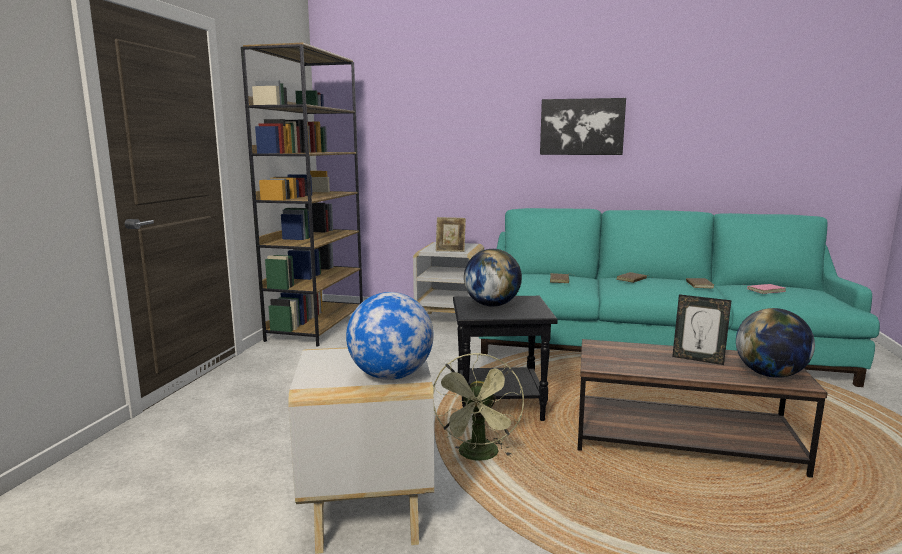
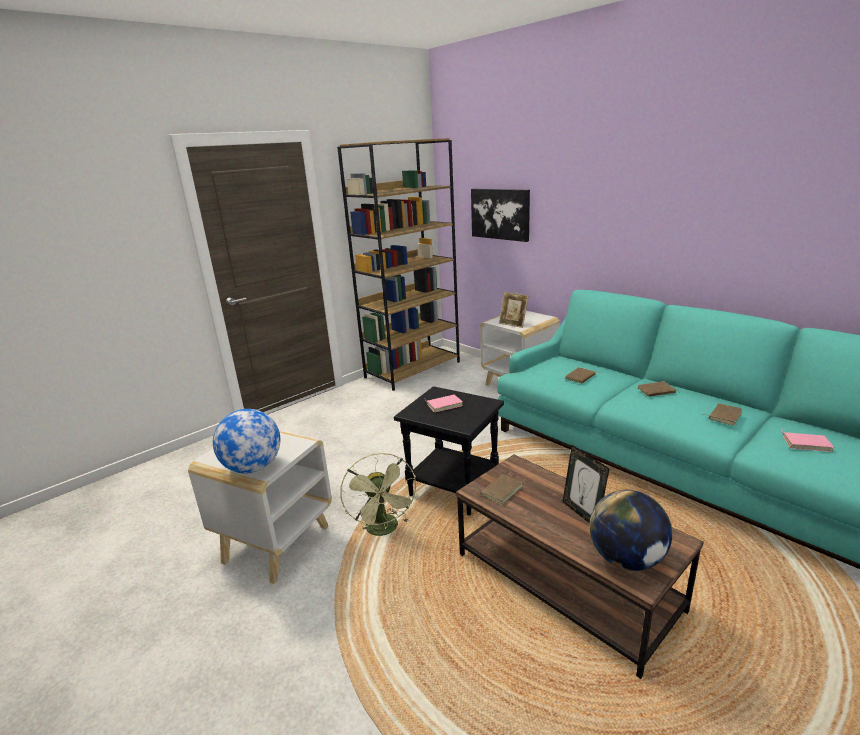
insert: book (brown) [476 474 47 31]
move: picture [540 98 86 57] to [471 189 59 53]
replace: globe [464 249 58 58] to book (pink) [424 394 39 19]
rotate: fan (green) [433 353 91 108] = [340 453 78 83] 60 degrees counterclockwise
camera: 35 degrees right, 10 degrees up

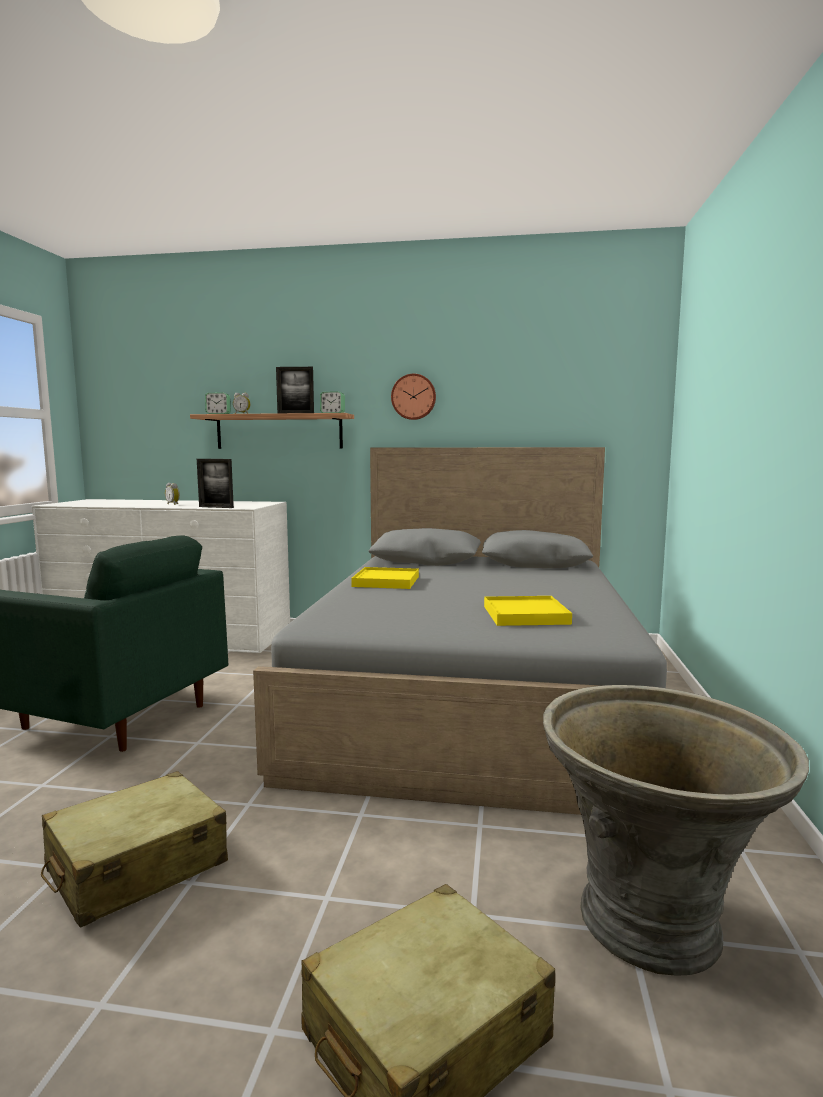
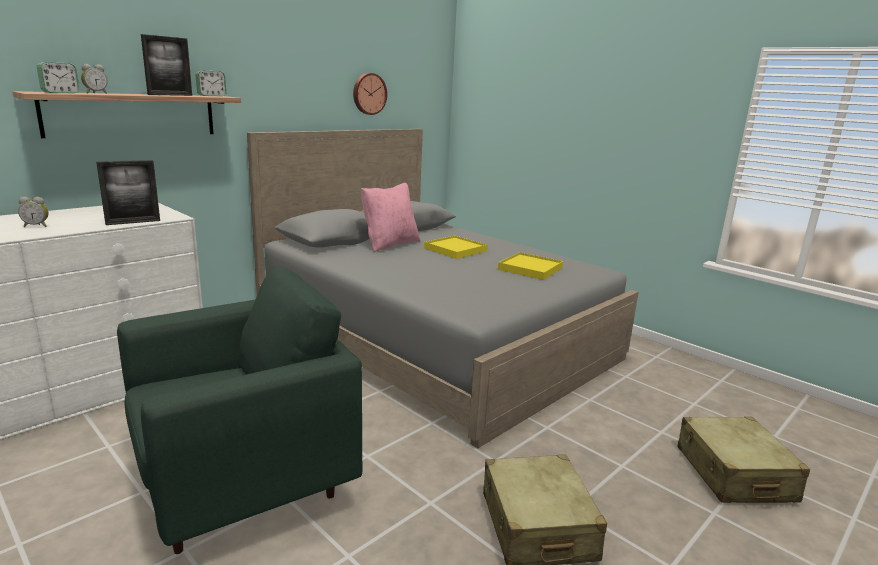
delete: planter (grey) [543 685 266 291]
insert: pillow (pink) [361 183 59 69]
move: wall clock [391 374 45 46] to [353 73 34 42]; tray (yellow) [351 567 68 22] to [424 236 63 23]
camera: 55 degrees left, 10 degrees up

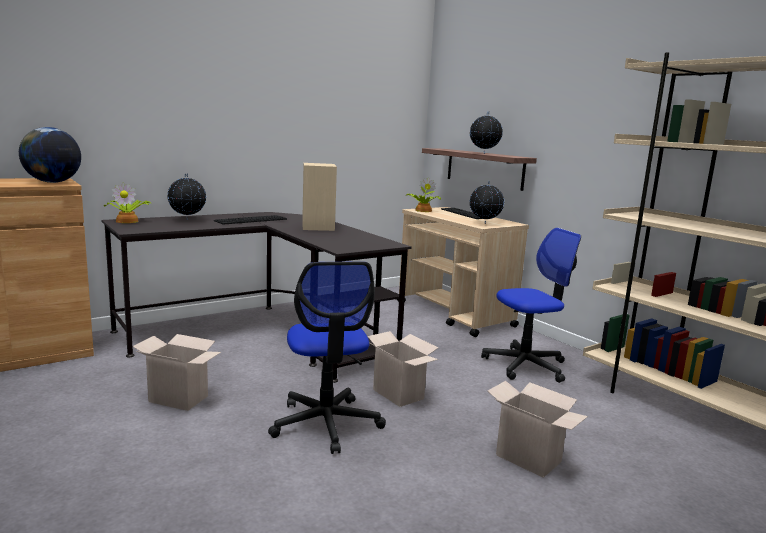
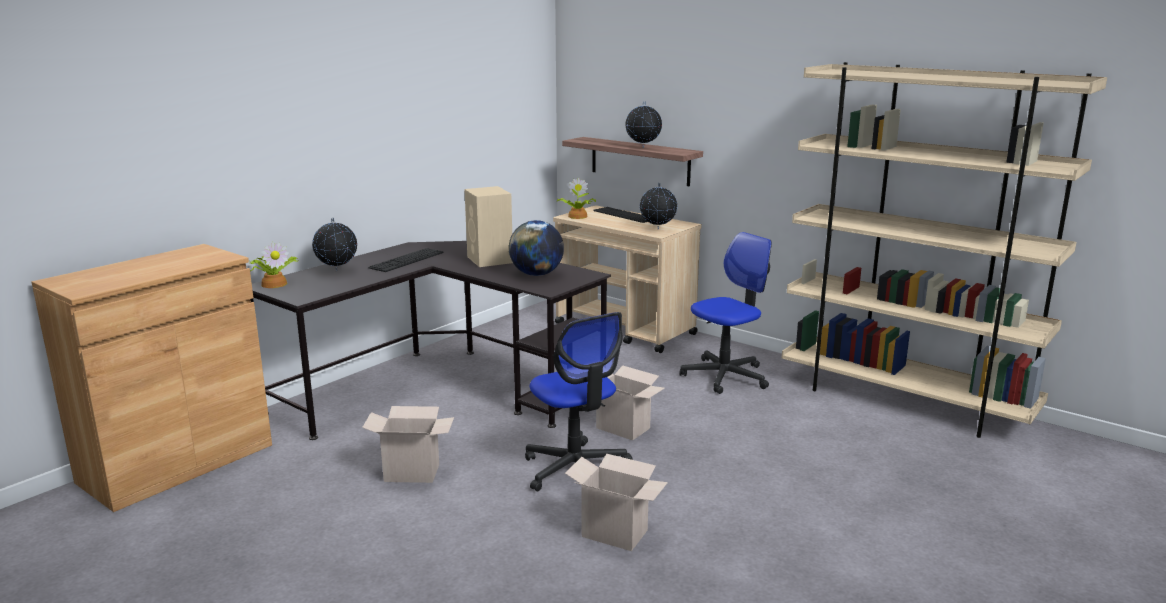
move: globe [19 127 62 56] to [509 220 55 56]; cardboard box [488 381 100 97] to [565 454 103 97]
camera: 15 degrees left, 5 degrees up

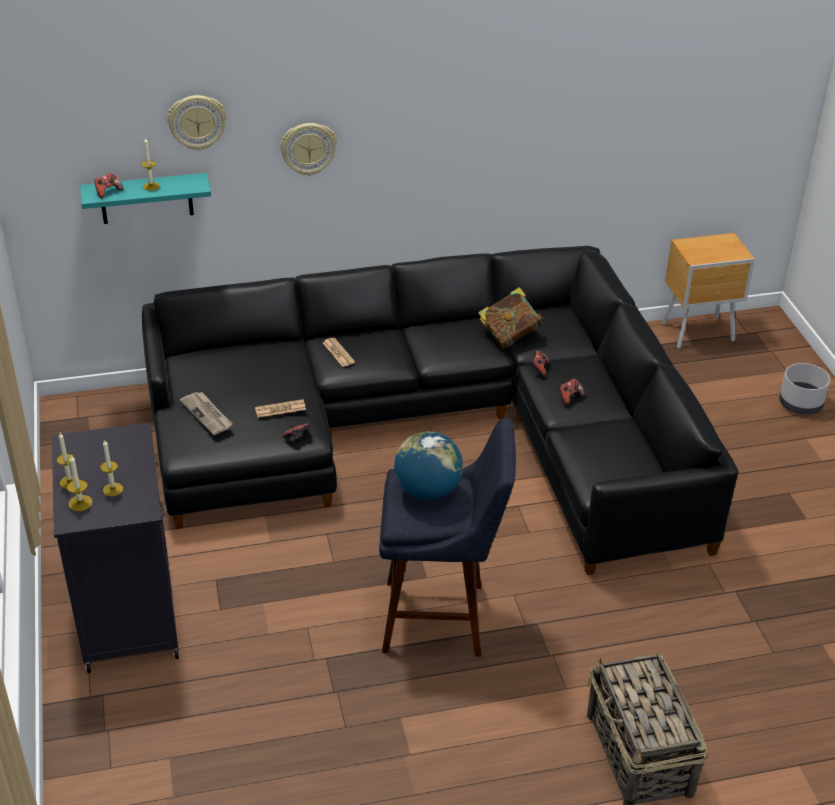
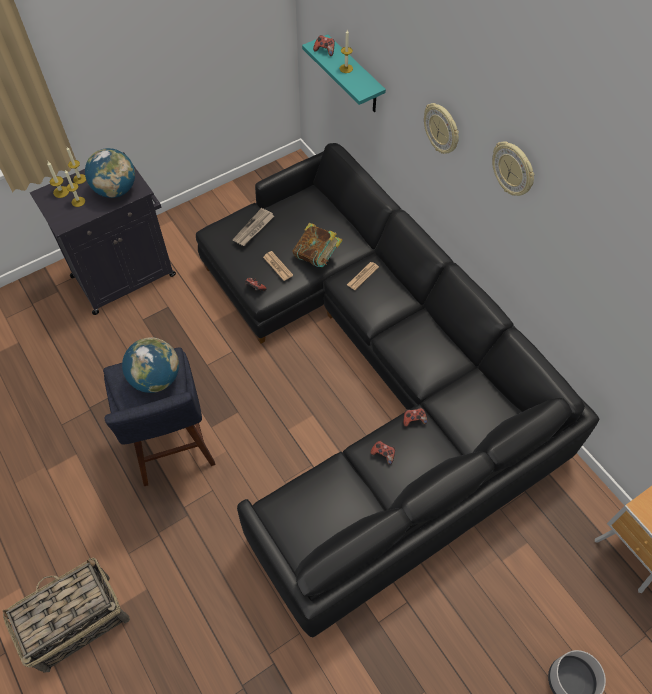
insert: globe [85 148 50 50]
move: book [478 287 65 62] to [292 223 51 44]; wall clock [167 95 60 56] to [492 141 43 55]
camera: 70 degrees right, 20 degrees up

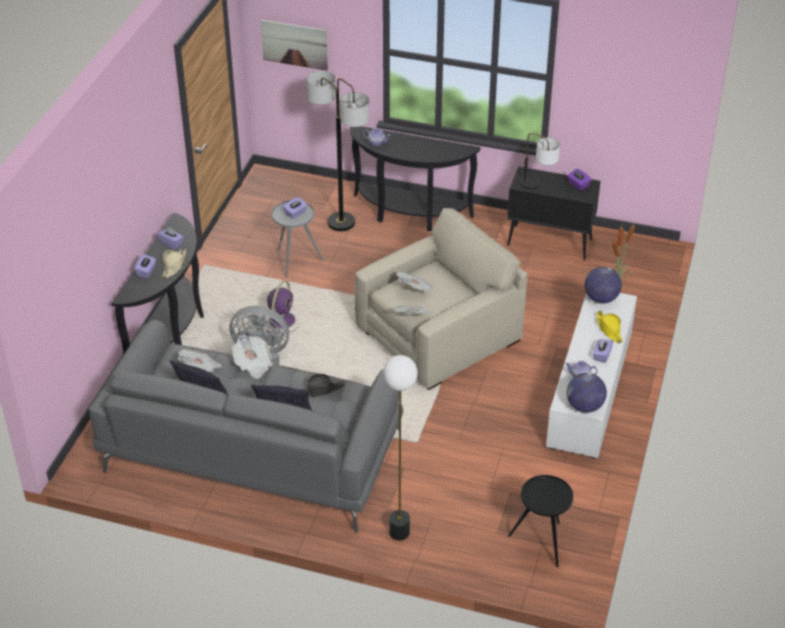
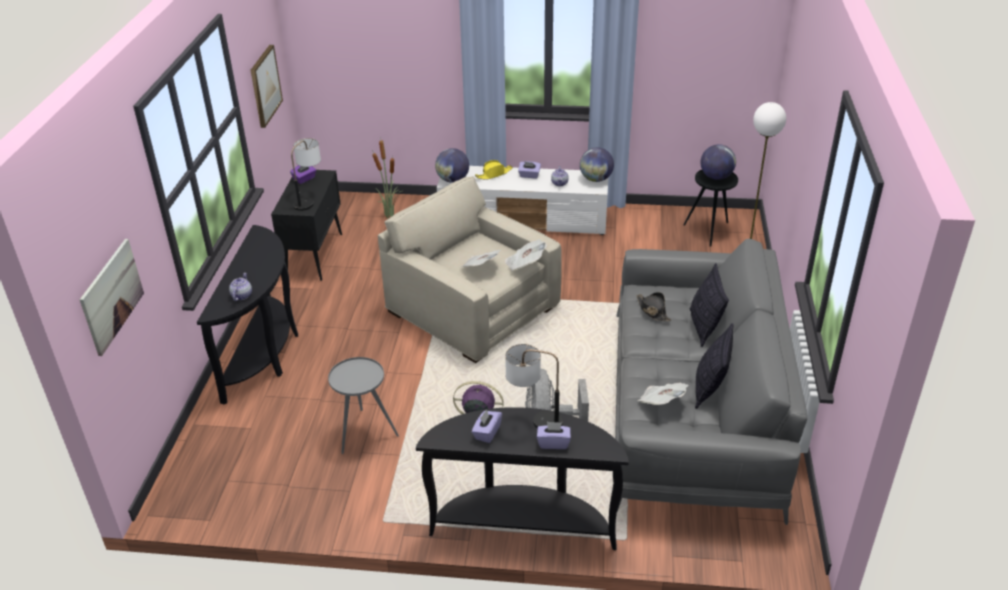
delete: newspaper [232 335 41 44]; tissue box (purple) [283 197 25 22]; floor lamp [306 70 64 161]
insert: picture [251 45 32 83]; globe [701 144 35 36]
replace: hat (beige) [161 248 25 31] to table lamp [505 344 58 85]
camera: 100 degrees left, 5 degrees down

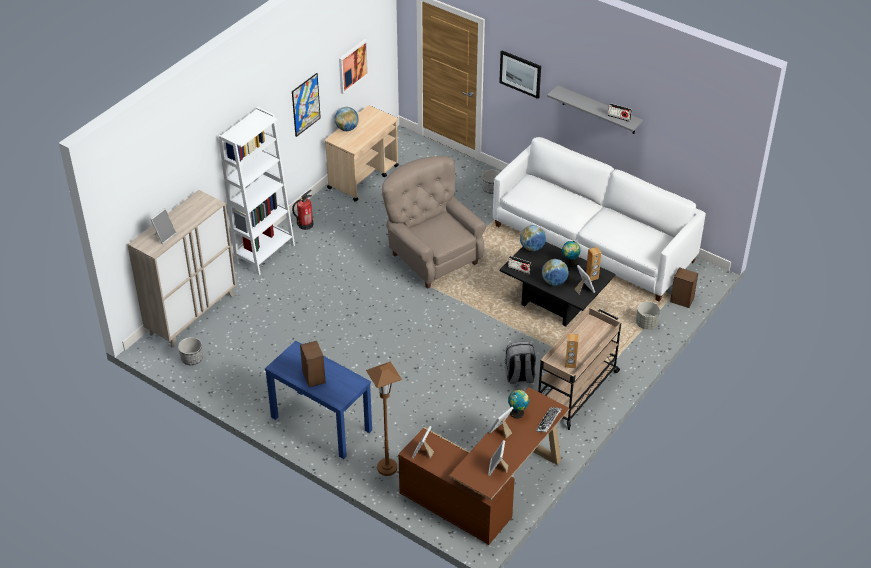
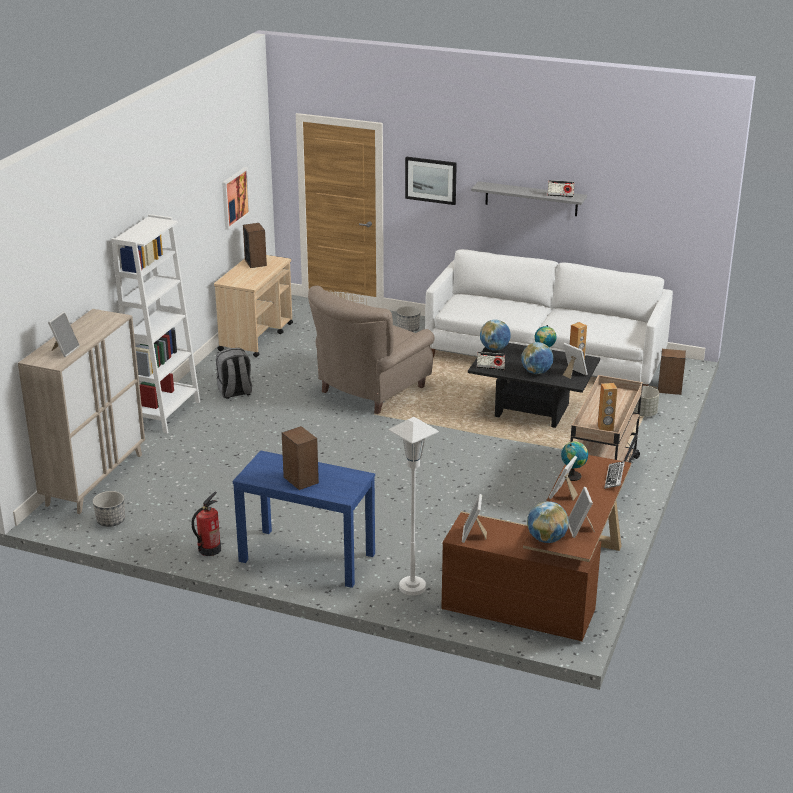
delete: picture [292 73 29 64]
insert: speaker [243 223 24 45]
move: fire extinguisher [292 190 21 40] to [191 491 30 65]; backpack (grey) [505 342 31 42] to [216 348 36 51]; globe [335 107 24 24] to [527 501 42 42]
recolor: floor lamp (brown) [366 361 36 115] to floor lamp (white) [389 417 50 178]
rotate: armchair (beige) [382 156 104 133] = [308 286 127 128] 90 degrees counterclockwise
camera: 15 degrees left, 15 degrees down

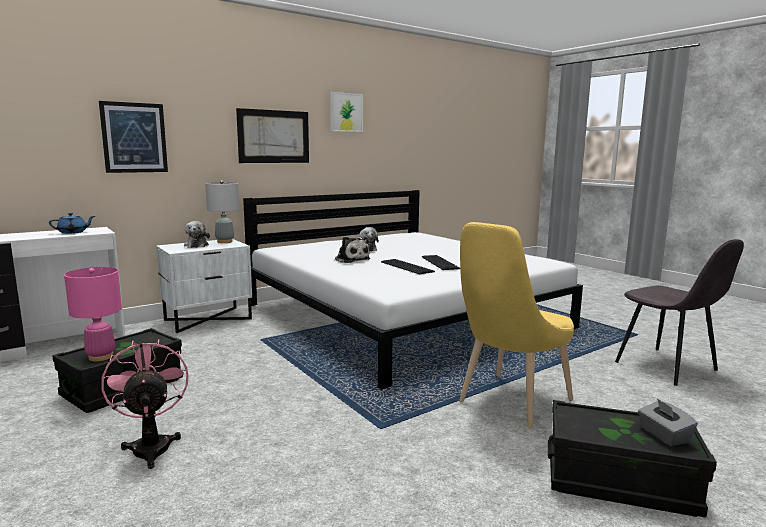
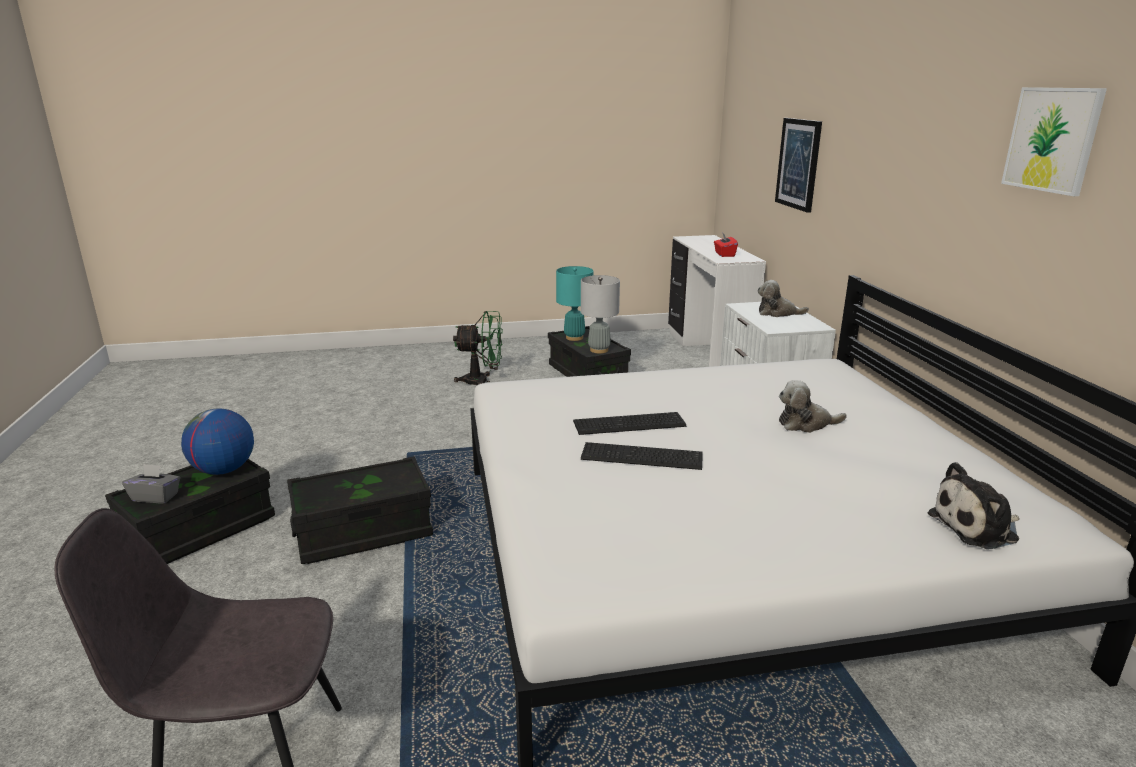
delete: picture [236 108 73 55]
insert: globe [181 408 73 67]
move: table lamp (grey) [205 180 34 63] to [581 275 39 78]; plush toy [335 237 35 26] to [928 462 92 87]
replace: chair (yellow) [459 222 115 207] to storage box (black) [287 456 146 108]; teapot (blue) [49 213 46 21] to tissue box (red) [714 232 24 25]
recolor: fan (pink) [101 339 87 130] to fan (green) [453 311 50 74]; table lamp (pink) [64 267 58 94] to table lamp (turquoise) [556 266 37 75]
camera: 115 degrees right, 10 degrees up

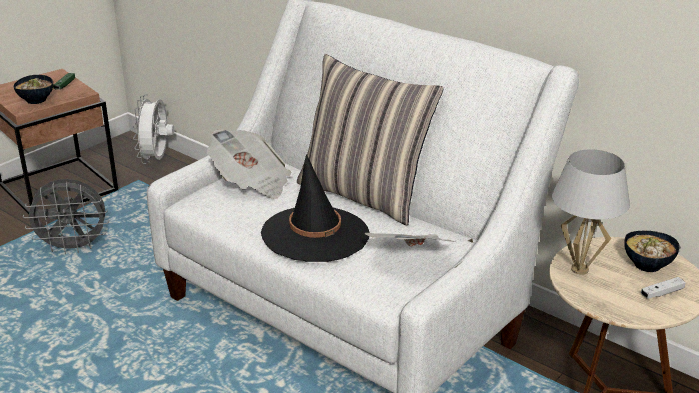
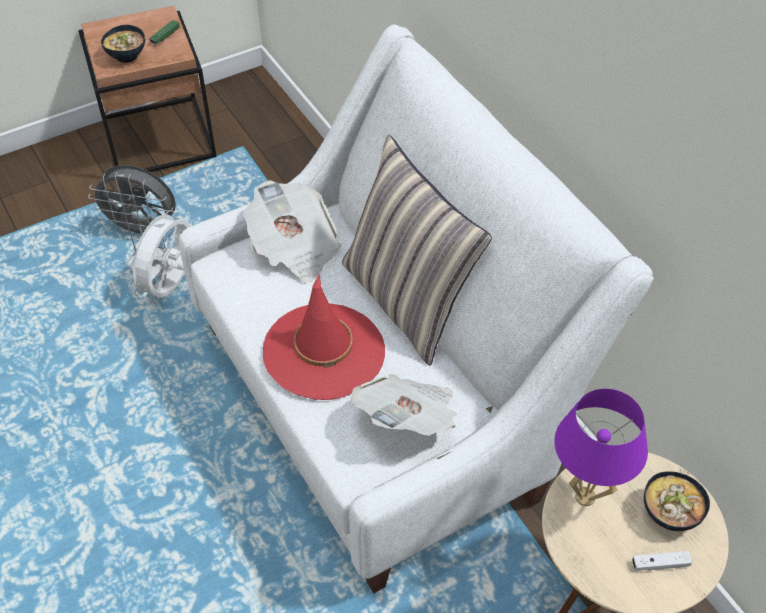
move: fan (white) [133 94 41 70] to [125 209 65 89]
recolor: hat (black) [261 154 109 108] to hat (red) [263 273 122 127]; table lamp (white) [552 149 78 126] to table lamp (purple) [555 389 93 117]
camera: 20 degrees right, 20 degrees up

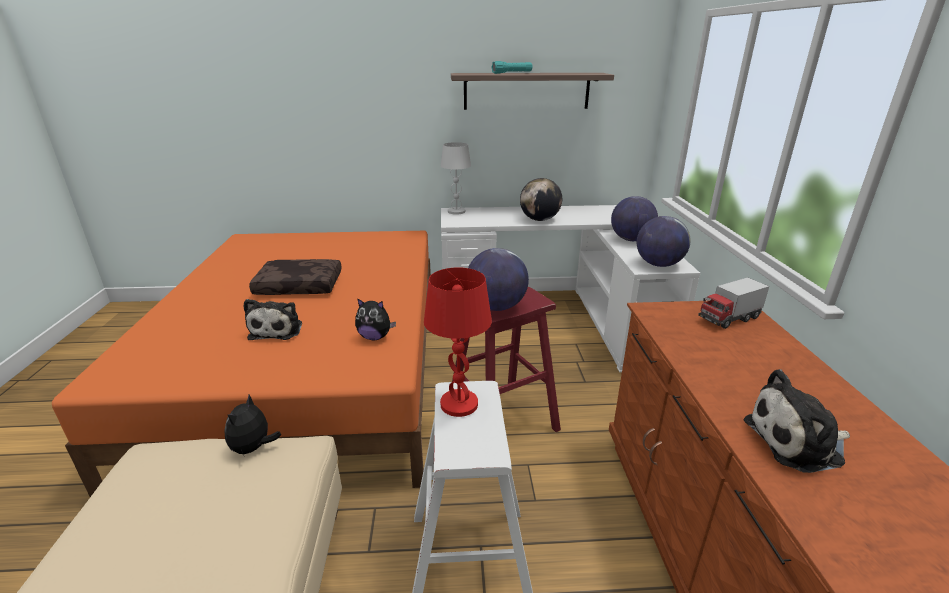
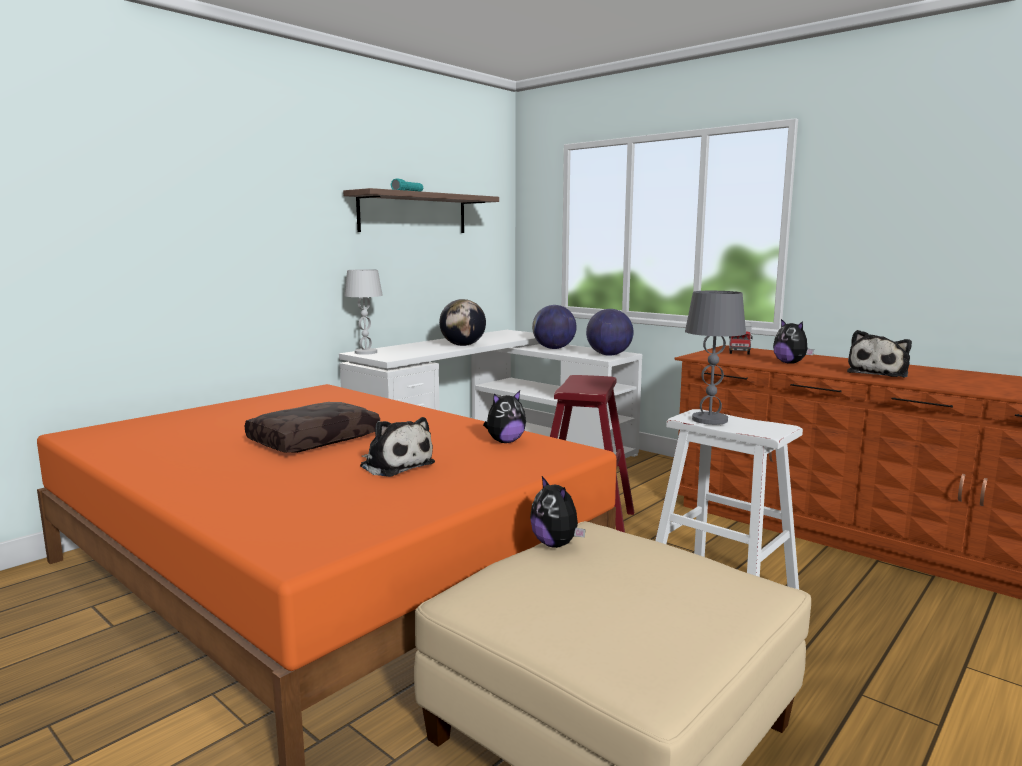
delete: globe [468 248 61 63]
insert: plush toy [773 319 41 45]
recolor: table lamp (red) [424 267 68 150] to table lamp (grey) [685 291 61 134]
camera: 45 degrees left, 15 degrees down

